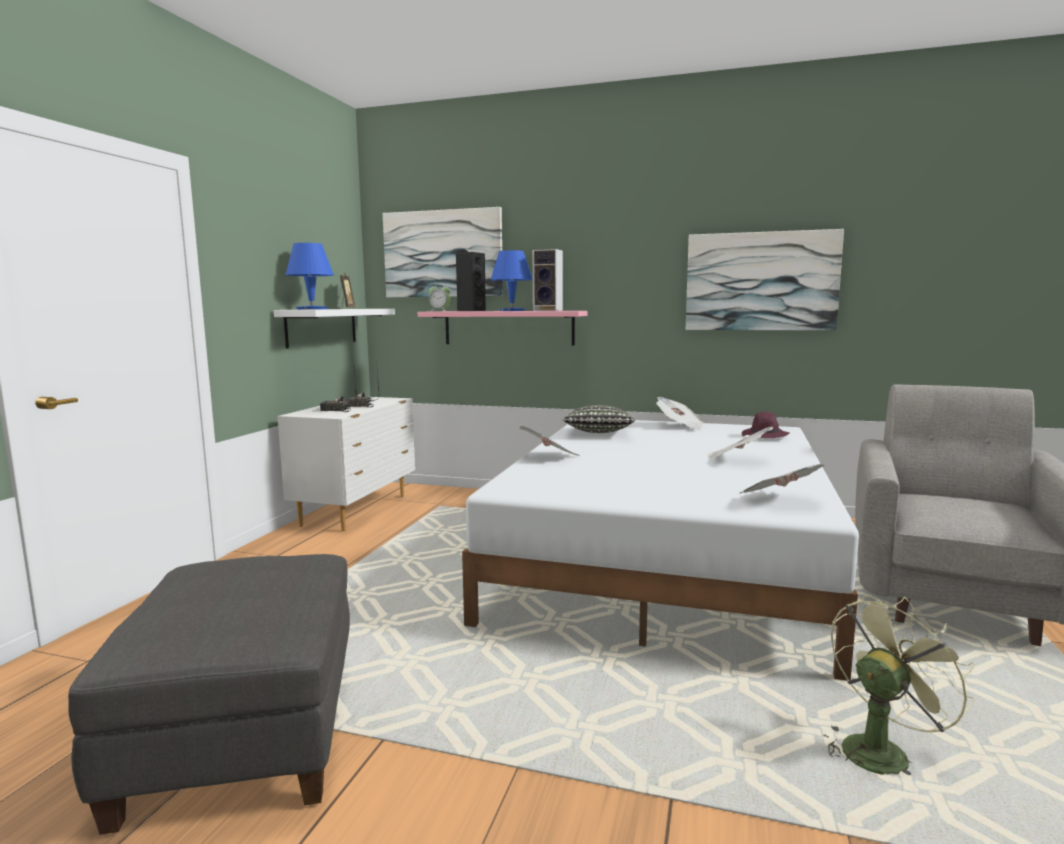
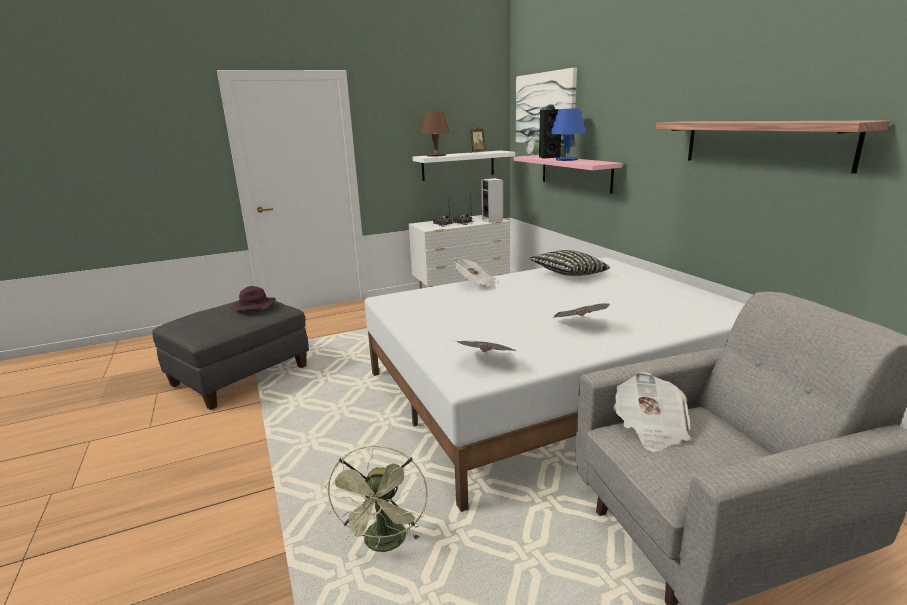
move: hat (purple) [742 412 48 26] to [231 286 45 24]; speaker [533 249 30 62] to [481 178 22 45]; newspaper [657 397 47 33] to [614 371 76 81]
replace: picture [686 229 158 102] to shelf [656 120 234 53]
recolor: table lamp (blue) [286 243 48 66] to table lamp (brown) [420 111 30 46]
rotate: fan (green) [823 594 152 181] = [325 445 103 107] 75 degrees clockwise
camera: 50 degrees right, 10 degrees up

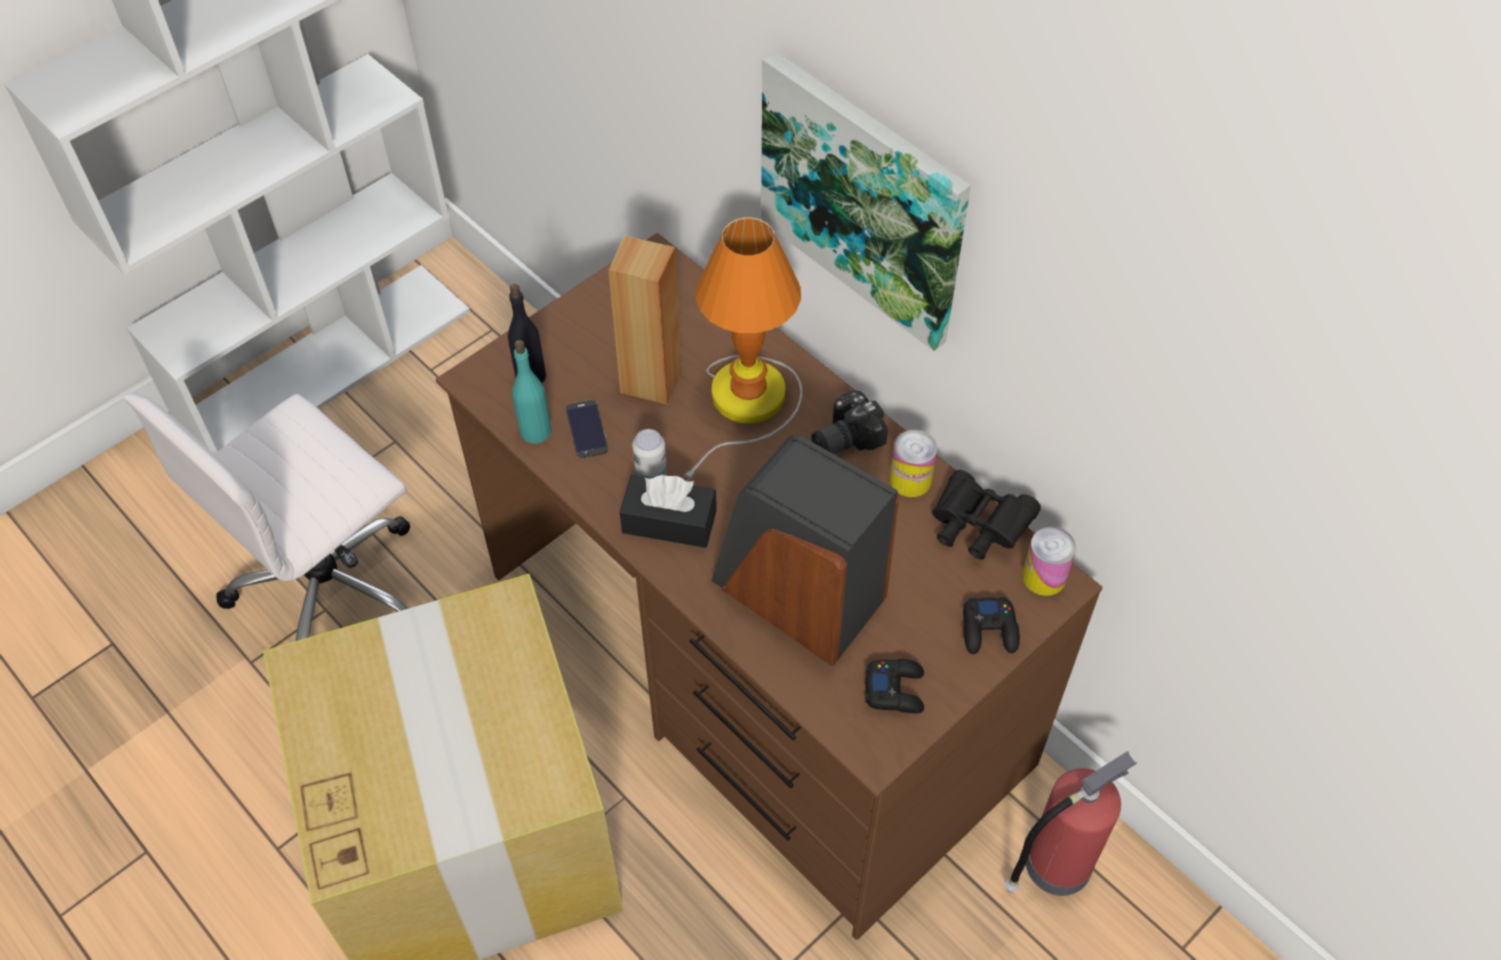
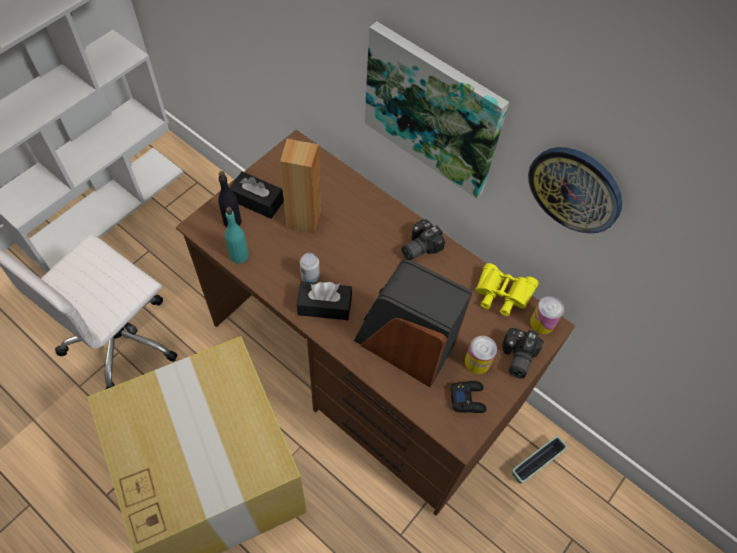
delete: phone [566 400 42 58]; table lamp [683 217 119 264]
insert: tissue box (black) [229 172 55 47]; wall clock [528 147 94 86]
move: can [890 430 47 67] to [465 336 32 38]
replace: game controller (black) [963 597 57 57] to photo camera [502 328 42 50]; fire extinguisher [1005 752 132 144] to planter [512 436 56 47]
recolor: binoculars (black) [932 470 109 90] to binoculars (yellow) [475 263 64 53]
camera: 10 degrees left, 5 degrees up

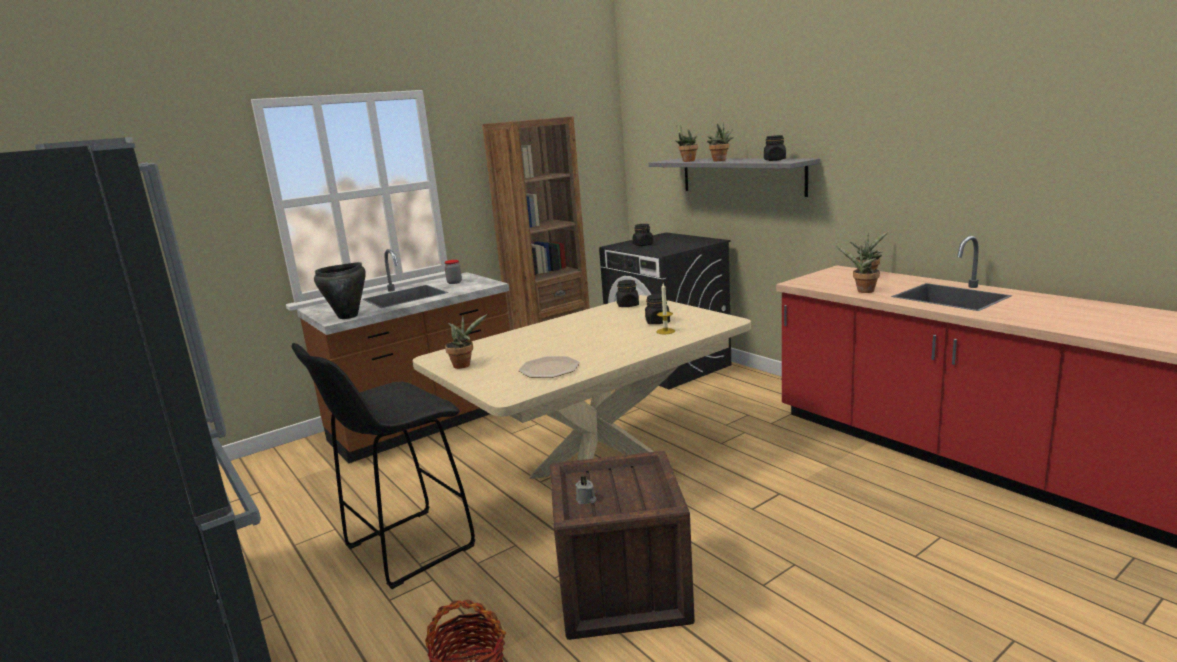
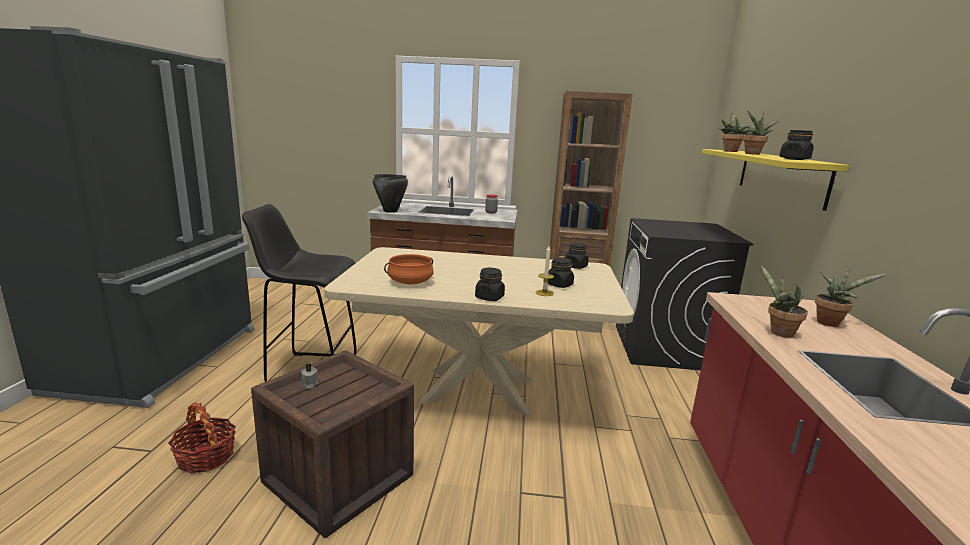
delete: potted plant [445 314 42 55]
move: jar (black) [633 224 20 22] to [475 268 30 33]
replace: plate [518 356 62 22] to cooking pot (orange) [384 254 50 30]
recolor: shelf (grey) [649 158 171 39] to shelf (yellow) [702 149 147 62]
camera: 40 degrees right, 0 degrees up

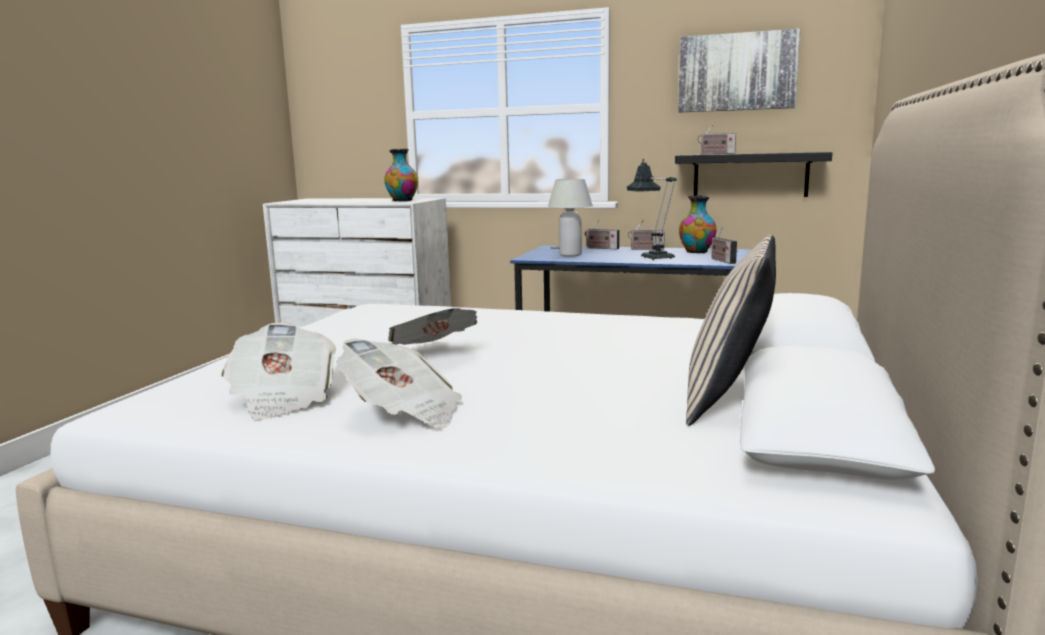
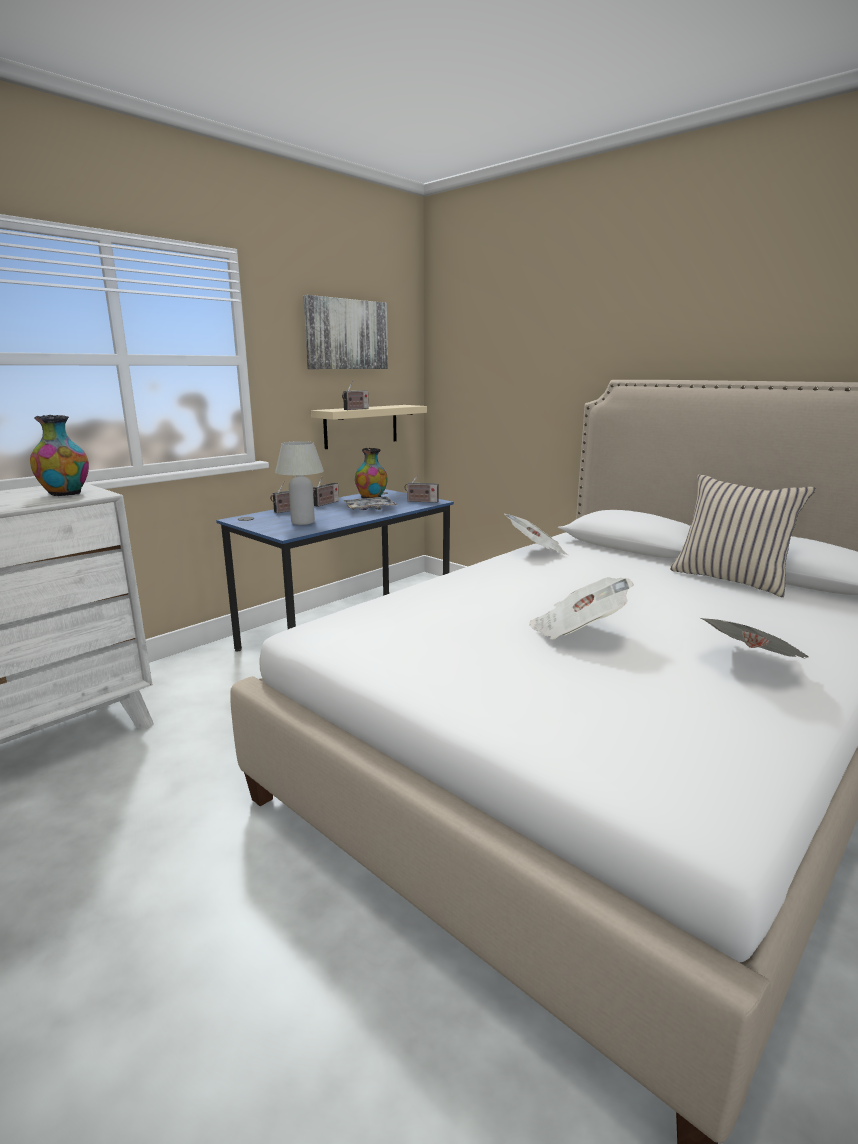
move: newspaper [221 322 115 98] to [504 514 64 41]
replace: table lamp [627 158 49 102] to tray [343 496 54 14]
recolor: shelf (black) [675 152 157 45] to shelf (beige) [311 405 116 44]
camera: 65 degrees left, 5 degrees up

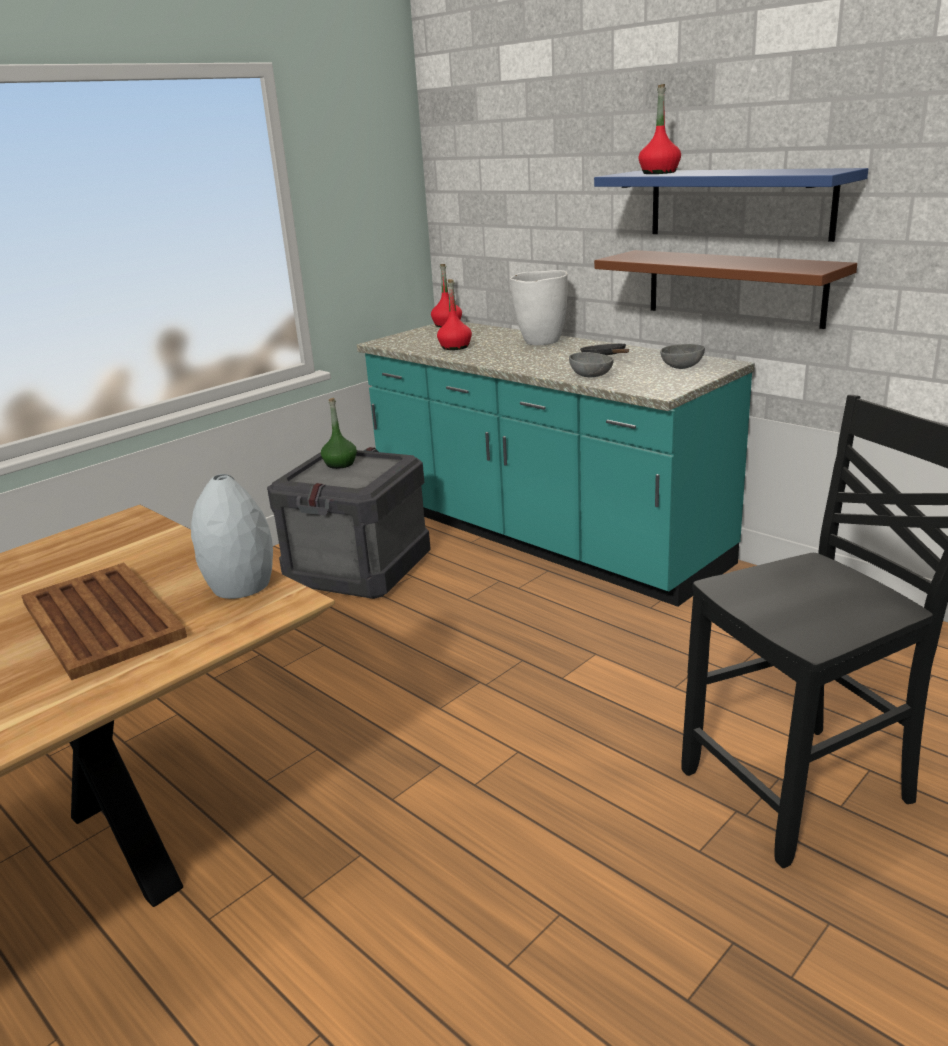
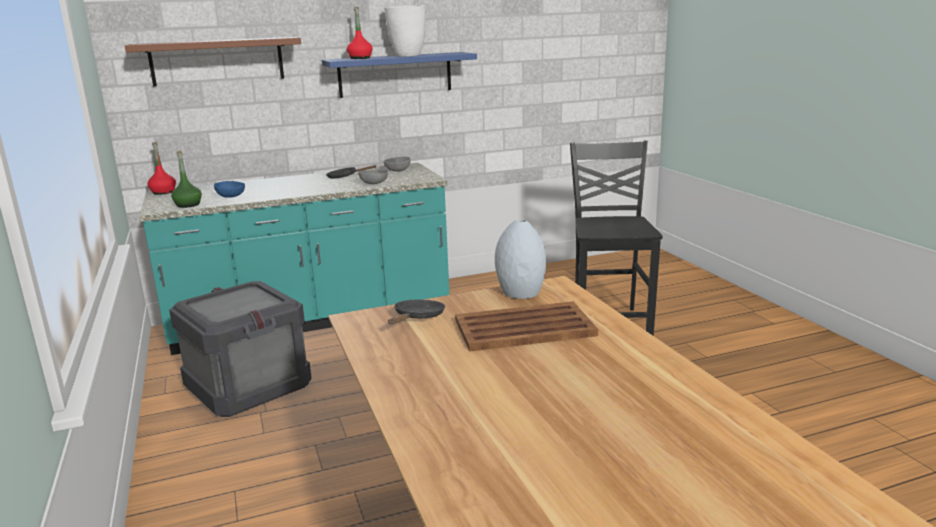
insert: frying pan (black) [388 300 57 24]
move: shelf (brown) [594 250 263 79] to [125 37 176 49]; bottle (green) [321 398 36 71] to [171 151 31 57]; vase (white) [510 270 58 75] to [384 5 42 51]
replace: bottle (red) [437 279 35 71] to bowl (blue) [214 181 31 17]
camera: 65 degrees left, 5 degrees down

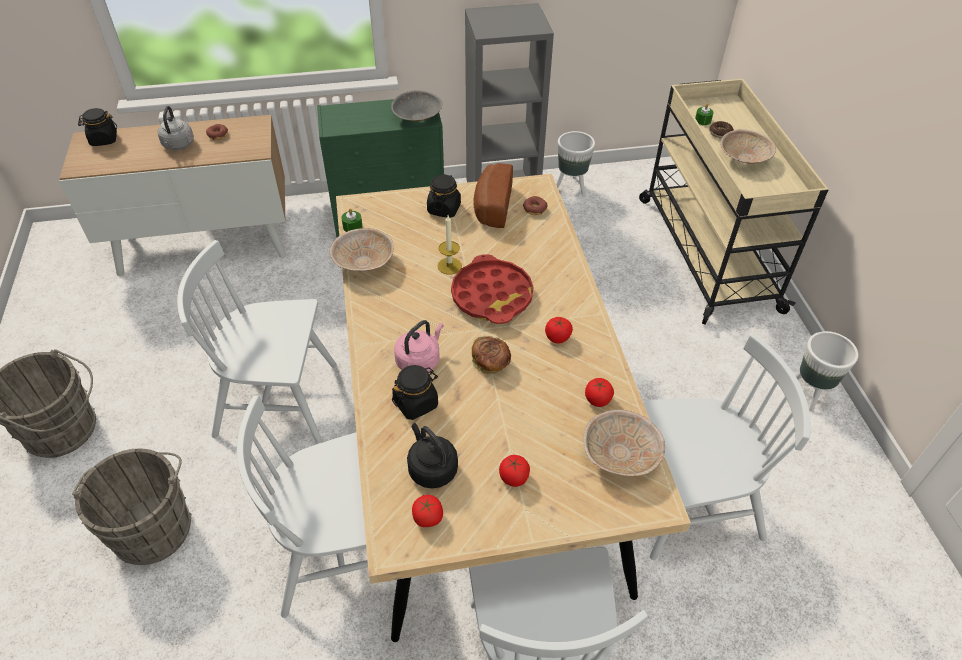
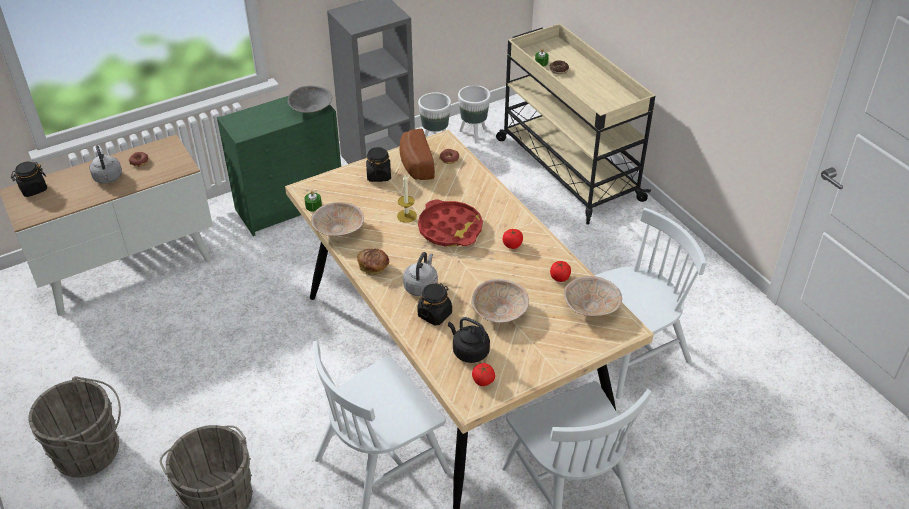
delete: chair (white) [177 240 160 203]; tomato [499 455 31 32]
move: bread [472 336 39 38] to [357 248 32 27]; planter (white) [796 331 62 81] to [458 85 33 58]; bowl (beige) [720 129 56 34] to [472 279 57 44]
recolor: kettle (pink) [394 320 50 52] to kettle (grey) [403 252 35 44]
camera: 20 degrees left, 5 degrees down

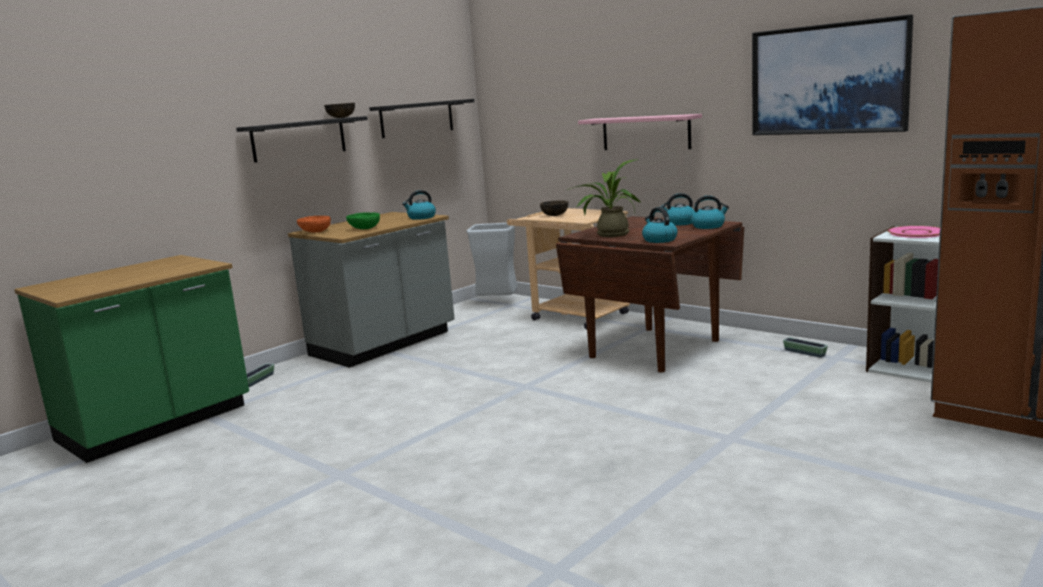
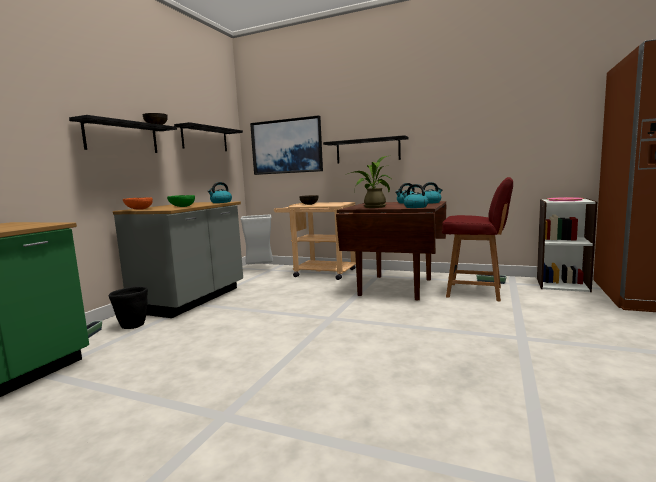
insert: planter (black) [109 286 39 43]; chair (red) [442 177 71 124]
move: picture [752 15 161 120] to [250 115 73 60]
recolor: shelf (pink) [578 114 124 36] to shelf (black) [323 135 85 28]
camera: 20 degrees left, 5 degrees down

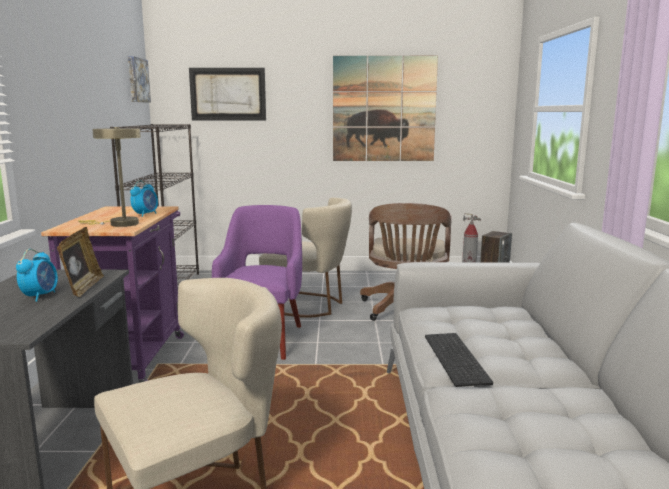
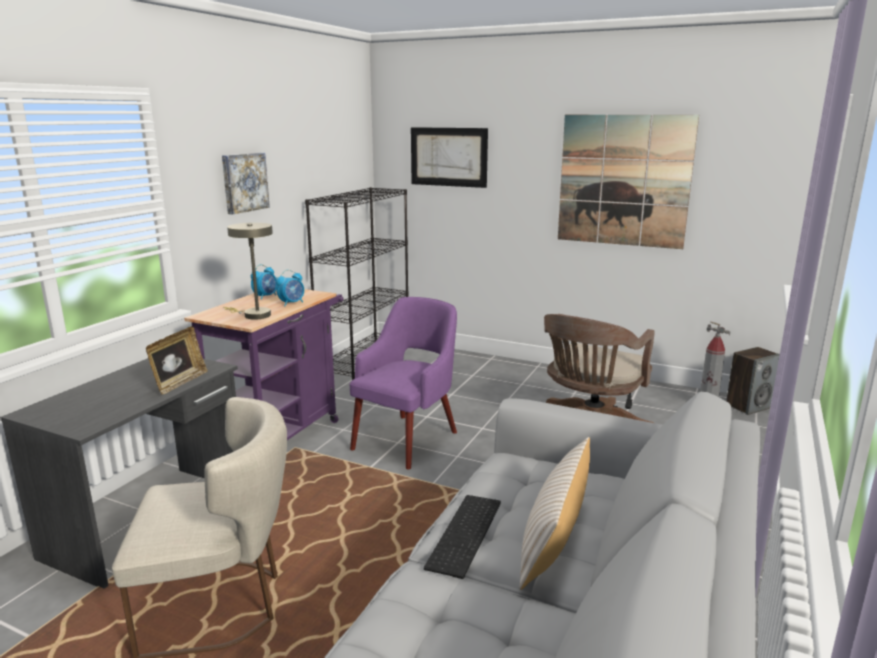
delete: chair (beige) [259 197 93 121]
insert: pillow (beige) [520 437 70 153]
move: picture [128 56 23 47] to [222 153 48 61]; alarm clock [16 249 42 53] to [251 264 26 36]
camera: 25 degrees right, 5 degrees up

